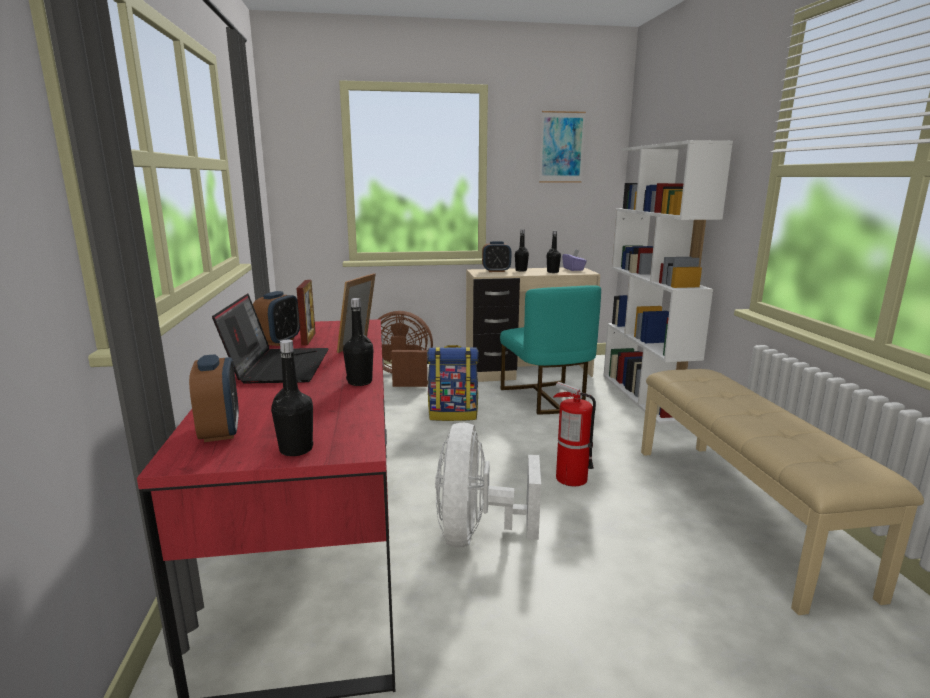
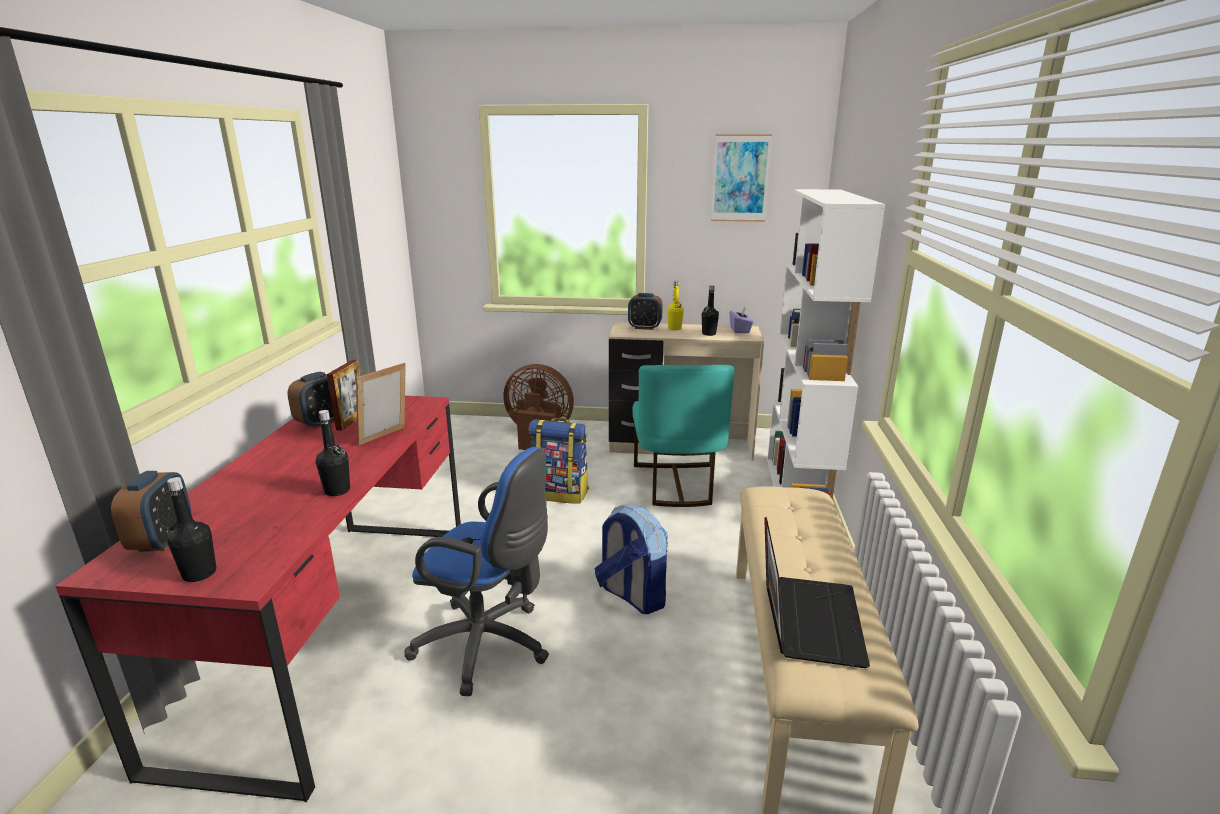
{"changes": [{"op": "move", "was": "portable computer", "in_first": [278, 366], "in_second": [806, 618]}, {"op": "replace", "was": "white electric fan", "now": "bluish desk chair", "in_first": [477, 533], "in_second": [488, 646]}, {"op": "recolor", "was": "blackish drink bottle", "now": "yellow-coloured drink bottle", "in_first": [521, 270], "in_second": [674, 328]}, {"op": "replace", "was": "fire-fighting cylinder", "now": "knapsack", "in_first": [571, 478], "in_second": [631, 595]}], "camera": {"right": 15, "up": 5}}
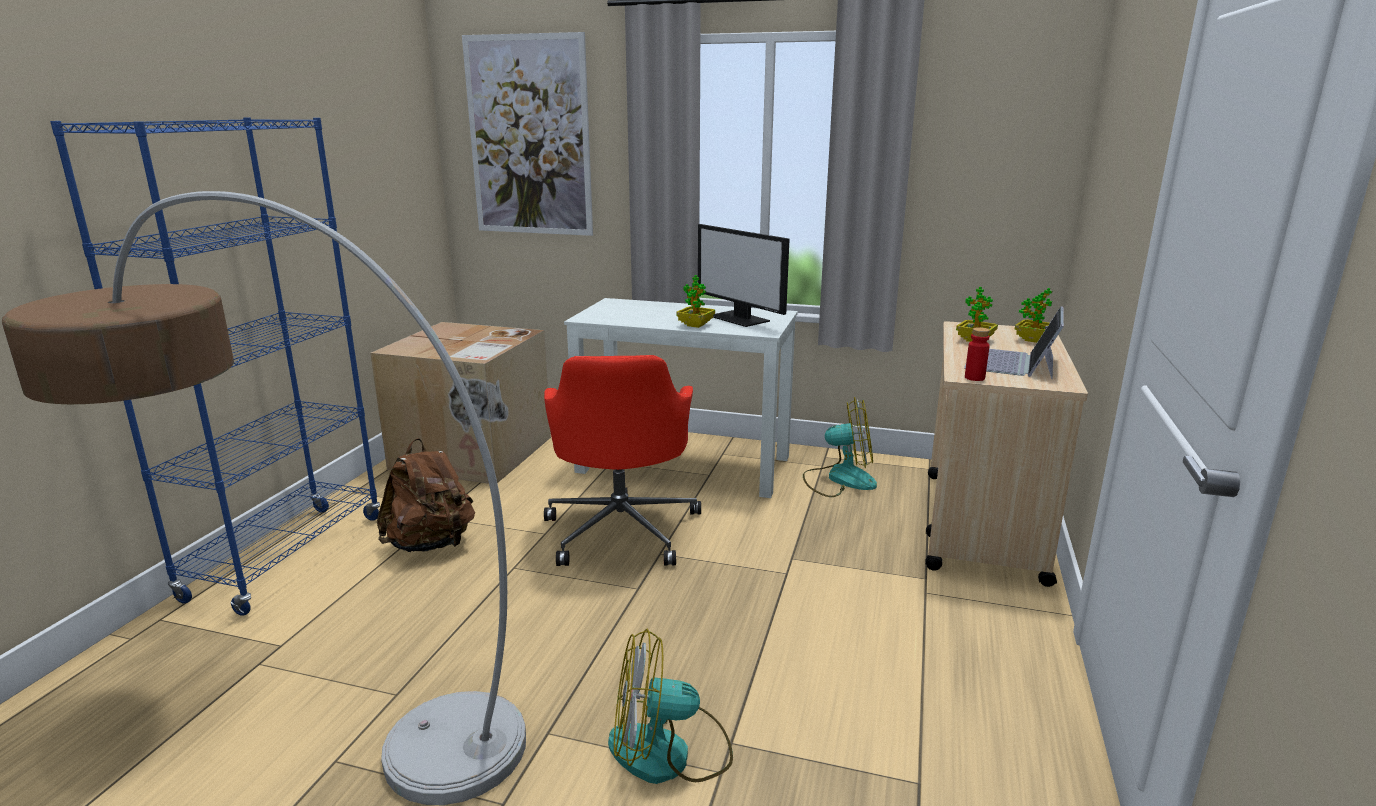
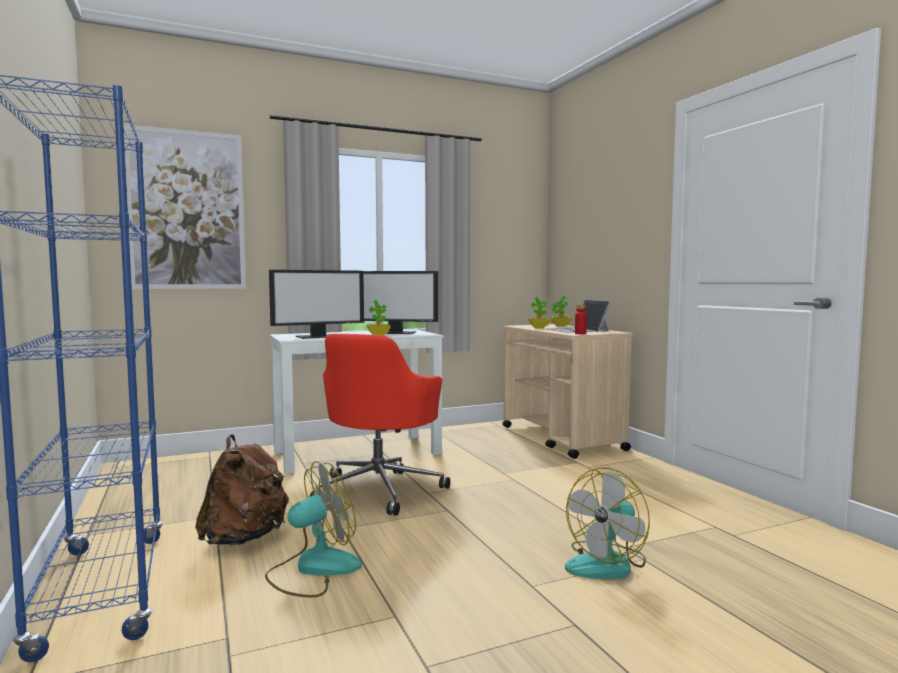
{"changes": [{"op": "delete", "was": "standing lamp", "in_first": [305, 706]}, {"op": "delete", "was": "packing box", "in_first": [473, 453]}, {"op": "rotate", "was": "reddish desk chair", "in_first": [622, 529], "in_second": [380, 489], "clockwise": 60}, {"op": "move", "was": "electric fan", "in_first": [839, 479], "in_second": [313, 569]}, {"op": "insert", "now": "monitor", "in_second": [319, 336]}], "camera": {"right": -40, "up": -15}}
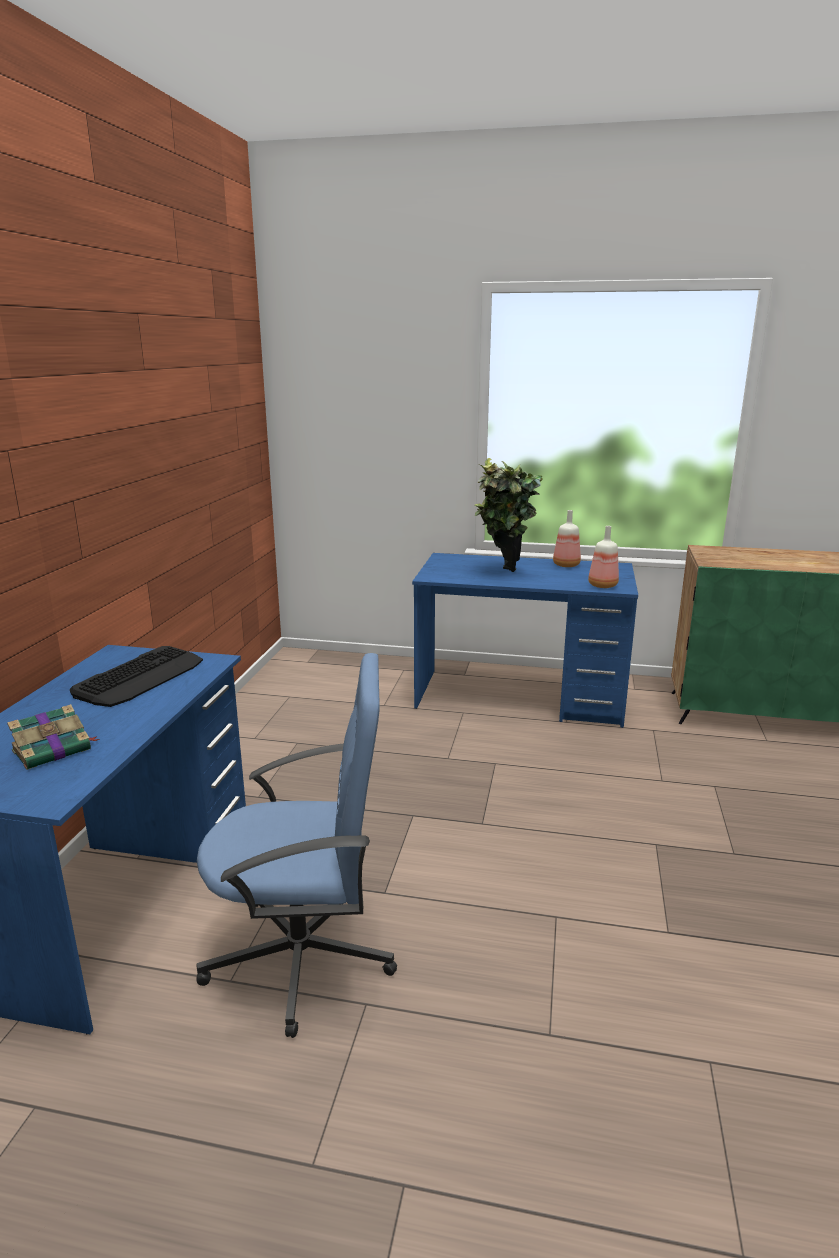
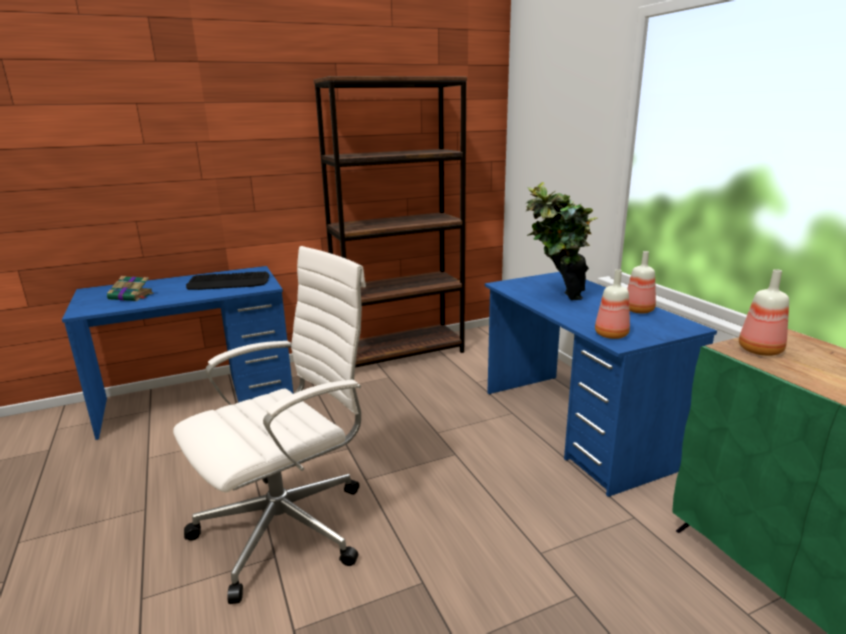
{"changes": [{"op": "delete", "was": "bluish desk chair", "in_first": [304, 956]}, {"op": "insert", "now": "white desk chair", "in_second": [288, 527]}, {"op": "insert", "now": "brownish bookcase", "in_second": [401, 354]}, {"op": "insert", "now": "drink bottle", "in_second": [760, 351]}], "camera": {"right": 55, "up": 0}}
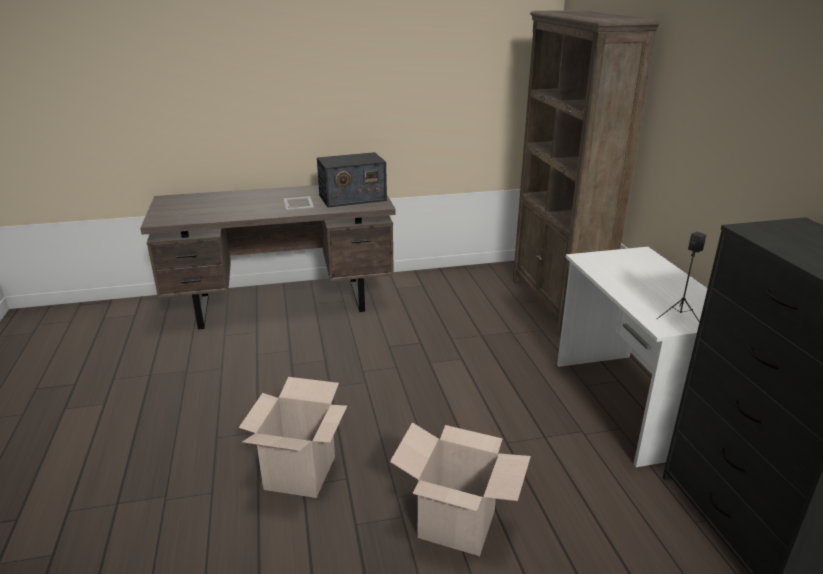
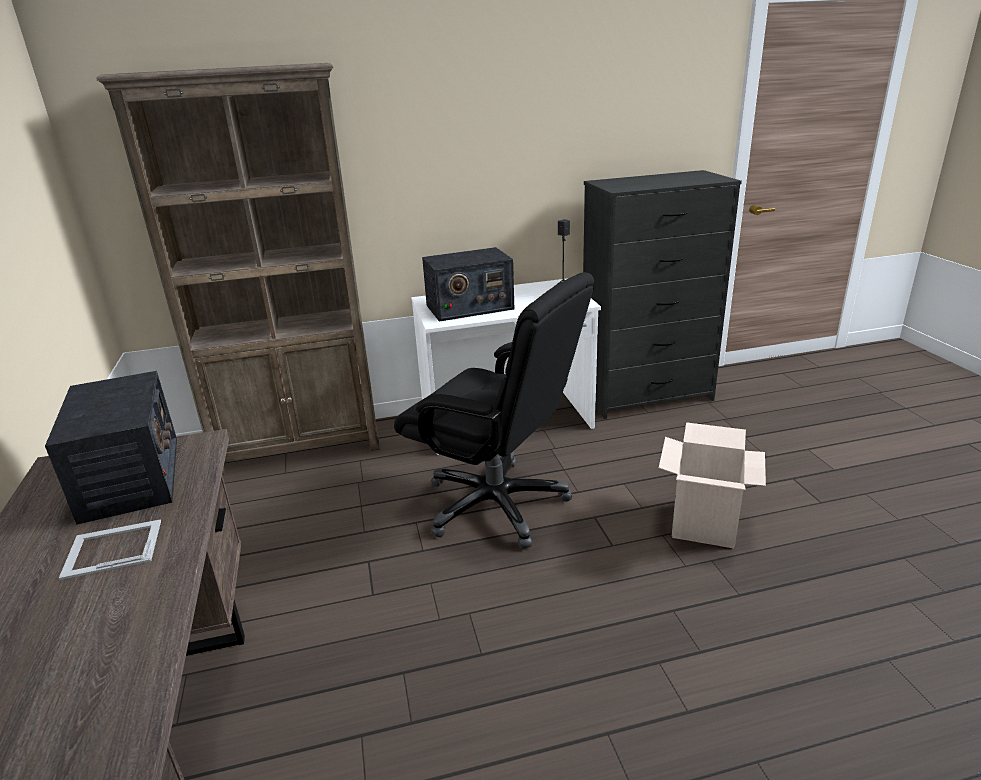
{"changes": [{"op": "delete", "was": "packing box", "in_first": [300, 473]}, {"op": "insert", "now": "blackish desk chair", "in_second": [497, 504]}, {"op": "insert", "now": "radio set", "in_second": [469, 307]}], "camera": {"right": -90, "up": 0}}
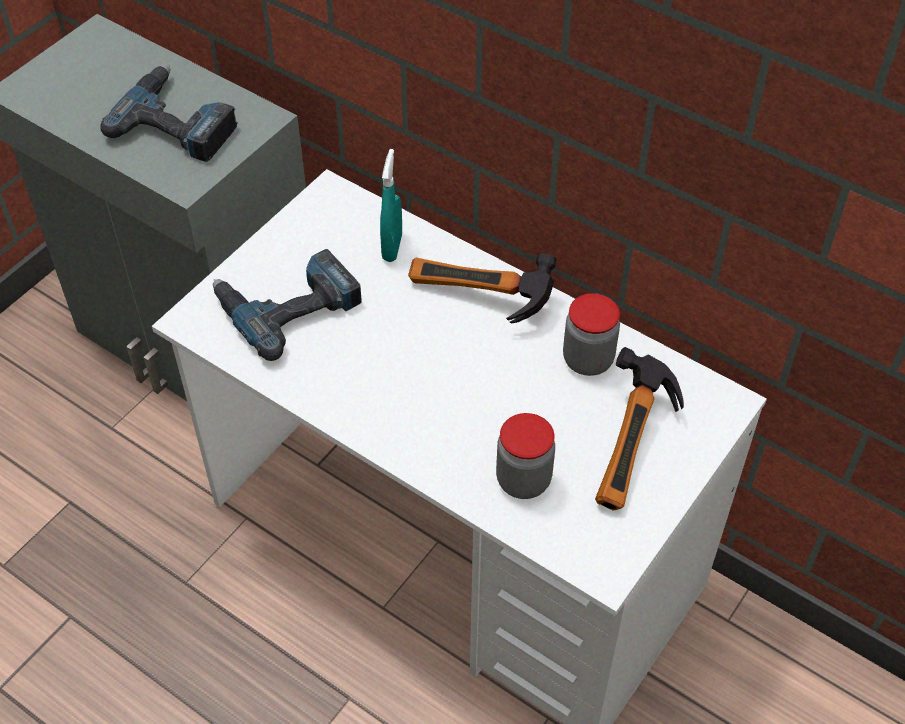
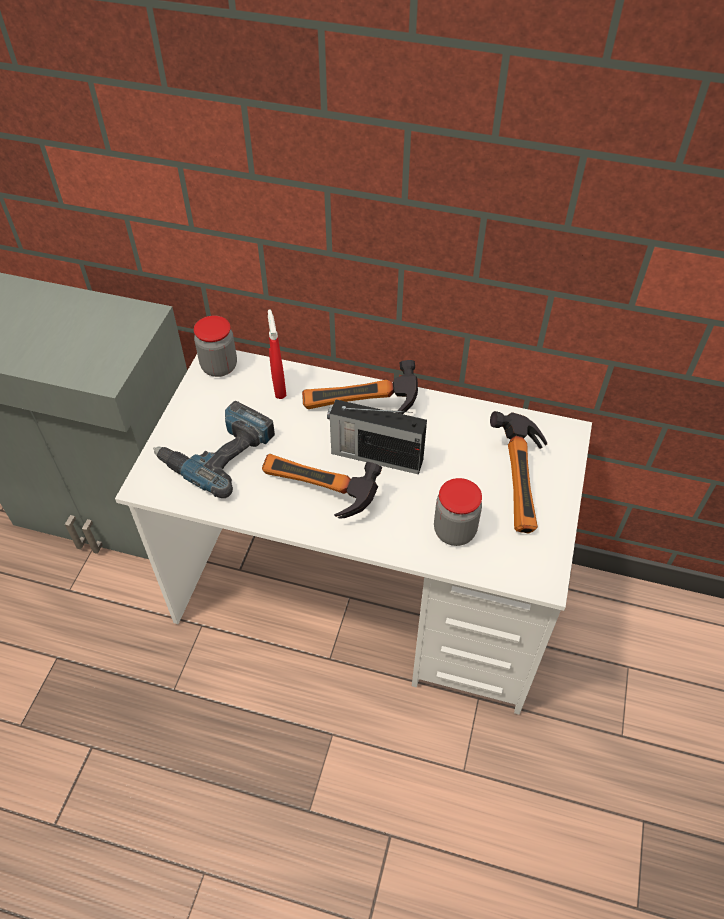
{"changes": [{"op": "delete", "was": "electric drill", "in_first": [178, 122]}, {"op": "recolor", "was": "turquoise sprayer", "now": "reddish sprayer", "in_first": [392, 247], "in_second": [279, 387]}, {"op": "move", "was": "jar", "in_first": [588, 360], "in_second": [219, 367]}, {"op": "insert", "now": "tool hammer", "in_second": [316, 496]}, {"op": "insert", "now": "radio set", "in_second": [375, 456]}], "camera": {"right": -20, "up": 0}}
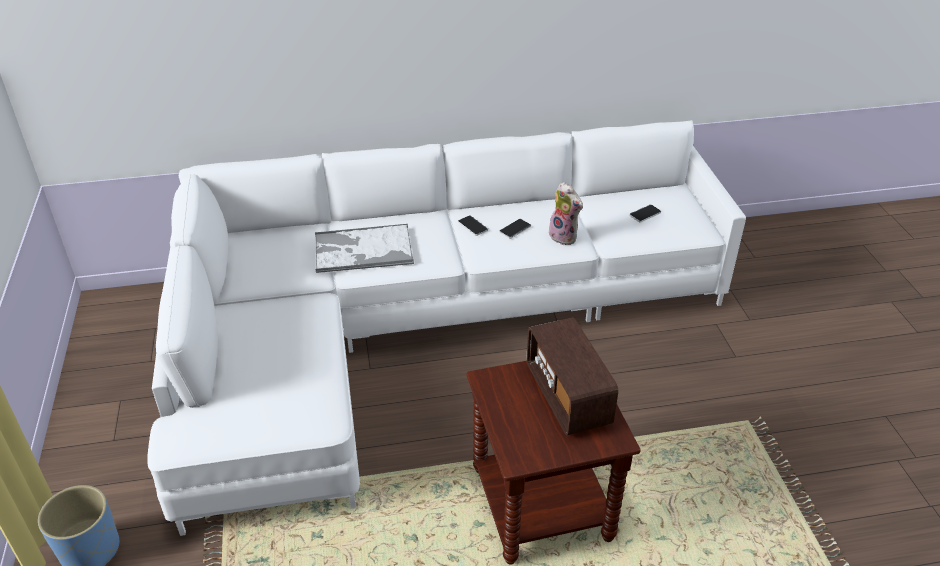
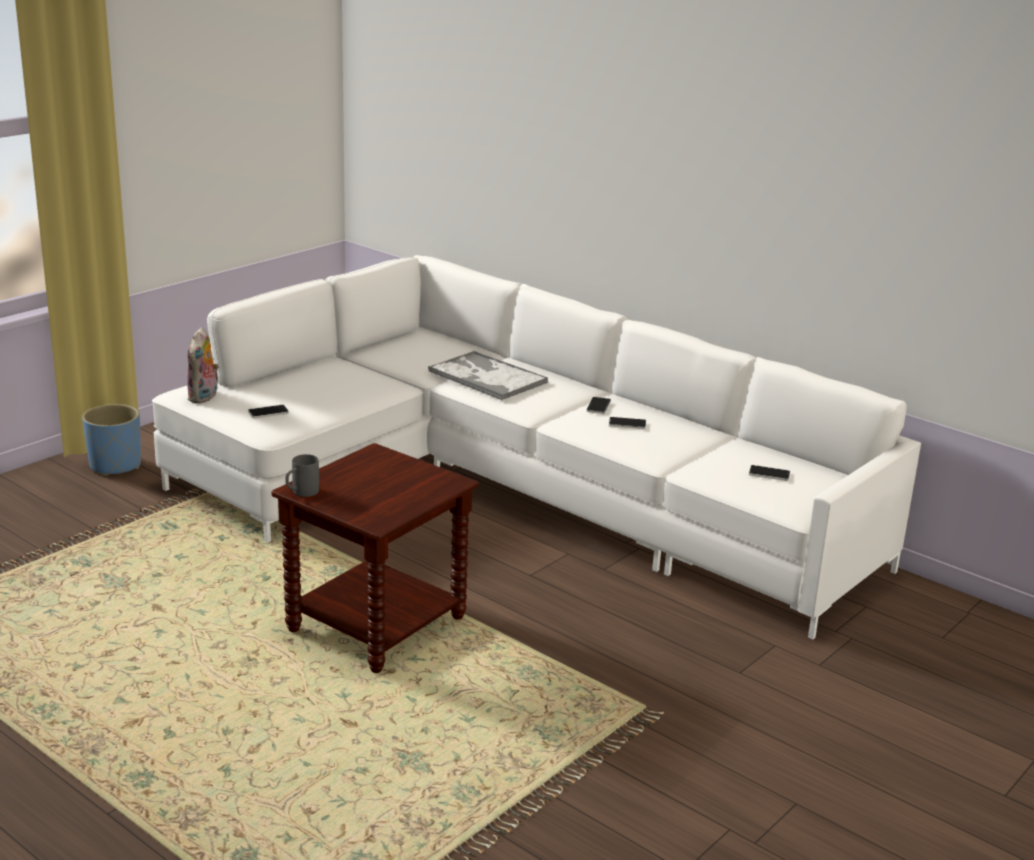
{"changes": [{"op": "delete", "was": "radio set", "in_first": [568, 396]}, {"op": "move", "was": "plush toy", "in_first": [565, 236], "in_second": [204, 397]}, {"op": "insert", "now": "phone", "in_second": [268, 413]}, {"op": "insert", "now": "greyish tea mug", "in_second": [301, 493]}], "camera": {"right": 50, "up": -15}}
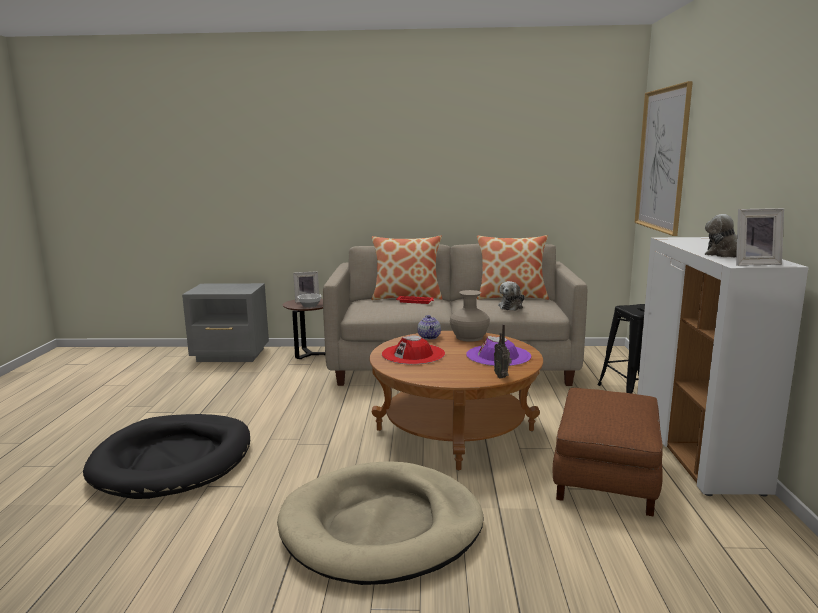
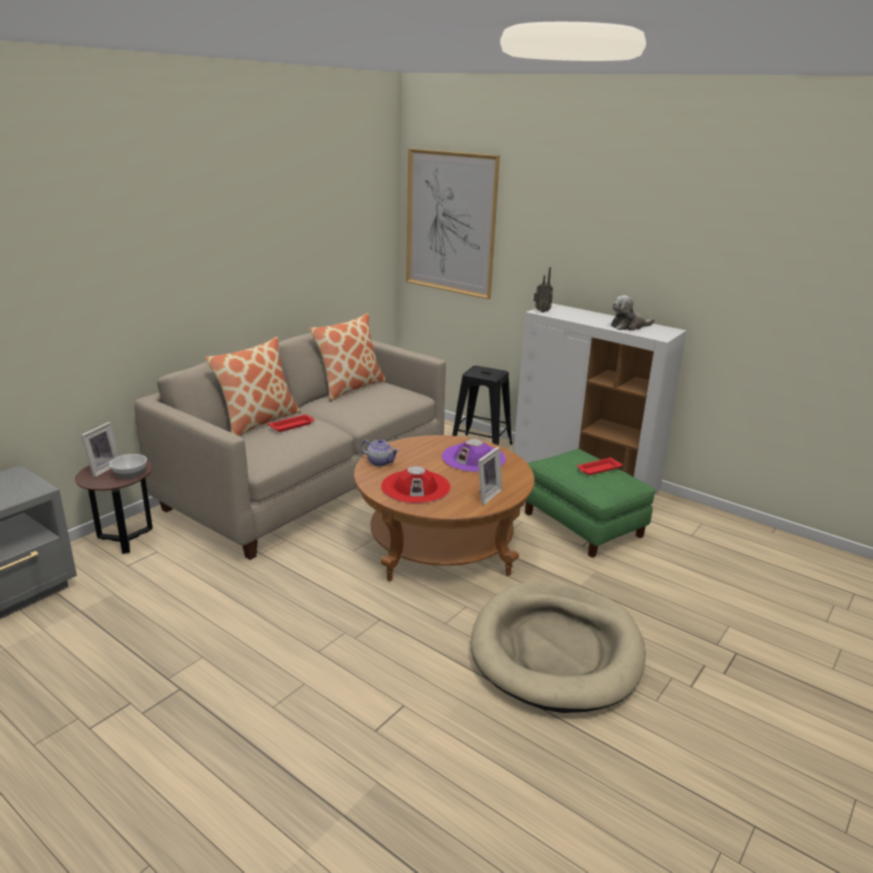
{"changes": [{"op": "delete", "was": "blackish dog cushion", "in_first": [174, 460]}, {"op": "delete", "was": "beige-coloured flower vase", "in_first": [469, 337]}, {"op": "move", "was": "radio set", "in_first": [502, 376], "in_second": [542, 311]}, {"op": "delete", "was": "plush toy", "in_first": [511, 306]}, {"op": "recolor", "was": "brownish pouffe", "now": "green pouffe", "in_first": [604, 476], "in_second": [581, 525]}, {"op": "move", "was": "picture frame", "in_first": [753, 263], "in_second": [485, 495]}, {"op": "insert", "now": "reddish tray", "in_second": [598, 469]}], "camera": {"right": -55, "up": 10}}
